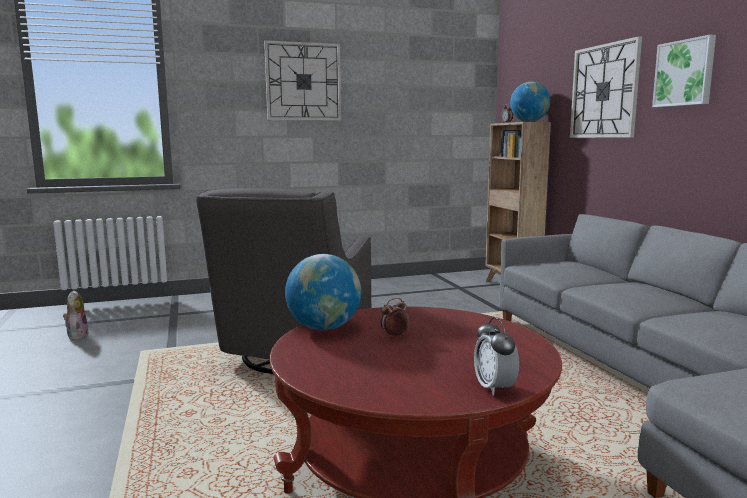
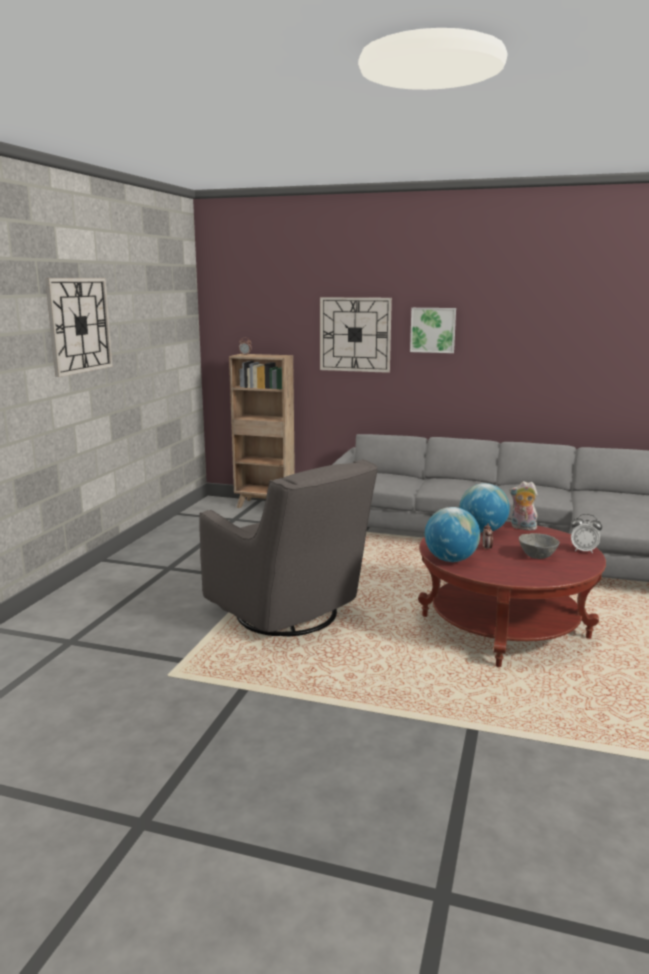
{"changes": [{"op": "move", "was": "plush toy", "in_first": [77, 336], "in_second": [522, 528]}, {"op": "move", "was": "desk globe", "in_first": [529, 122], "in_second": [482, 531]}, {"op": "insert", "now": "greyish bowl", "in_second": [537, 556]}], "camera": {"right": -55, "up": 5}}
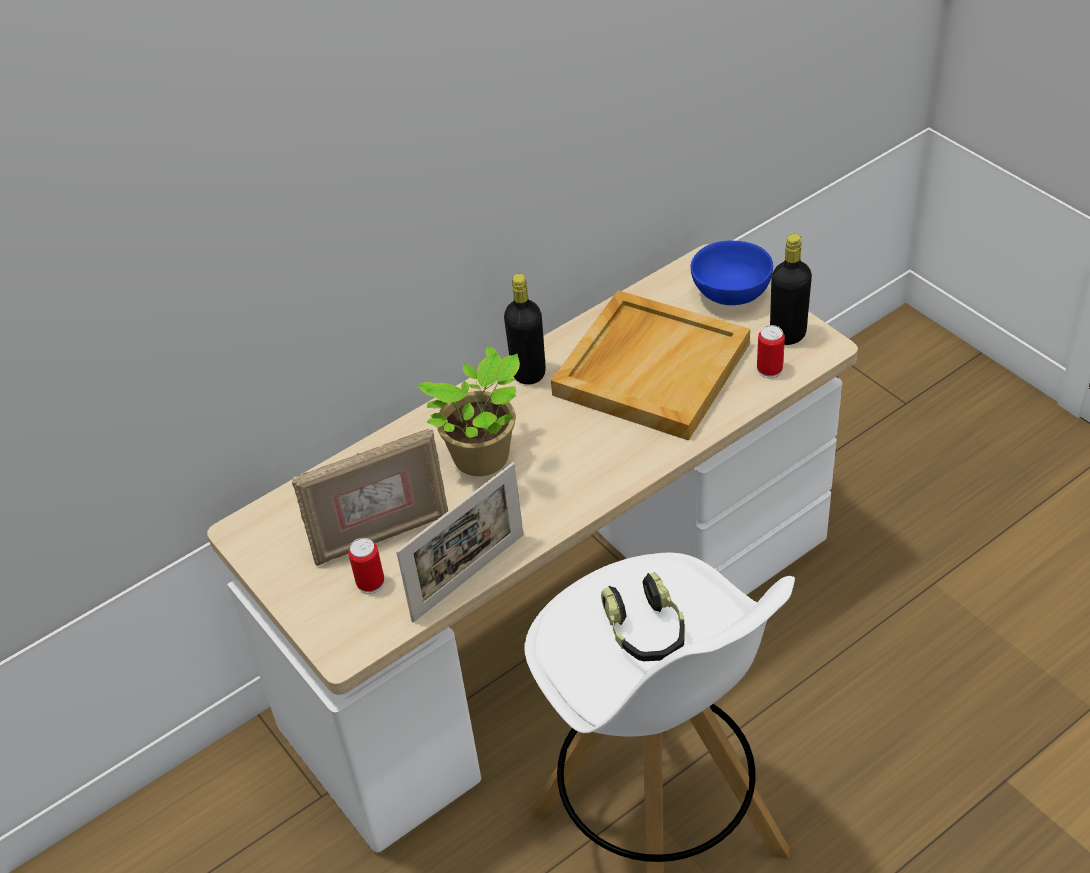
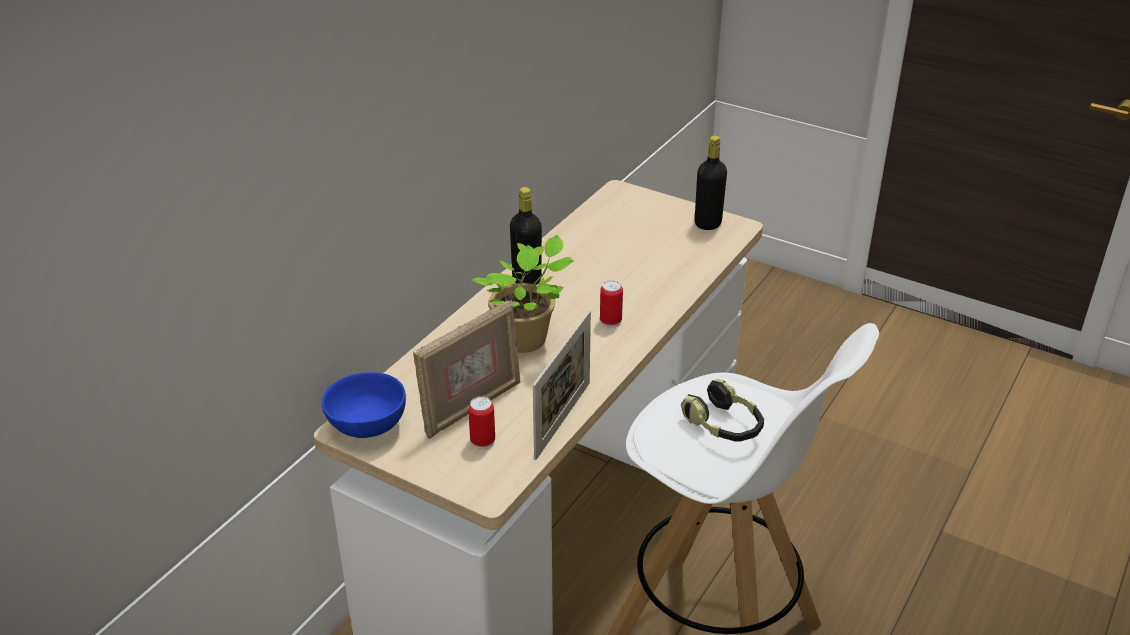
{"changes": [{"op": "delete", "was": "beige-coloured tray", "in_first": [651, 368]}, {"op": "move", "was": "bluish bowl", "in_first": [729, 294], "in_second": [365, 427]}, {"op": "move", "was": "can", "in_first": [769, 370], "in_second": [610, 321]}], "camera": {"right": -25, "up": -10}}
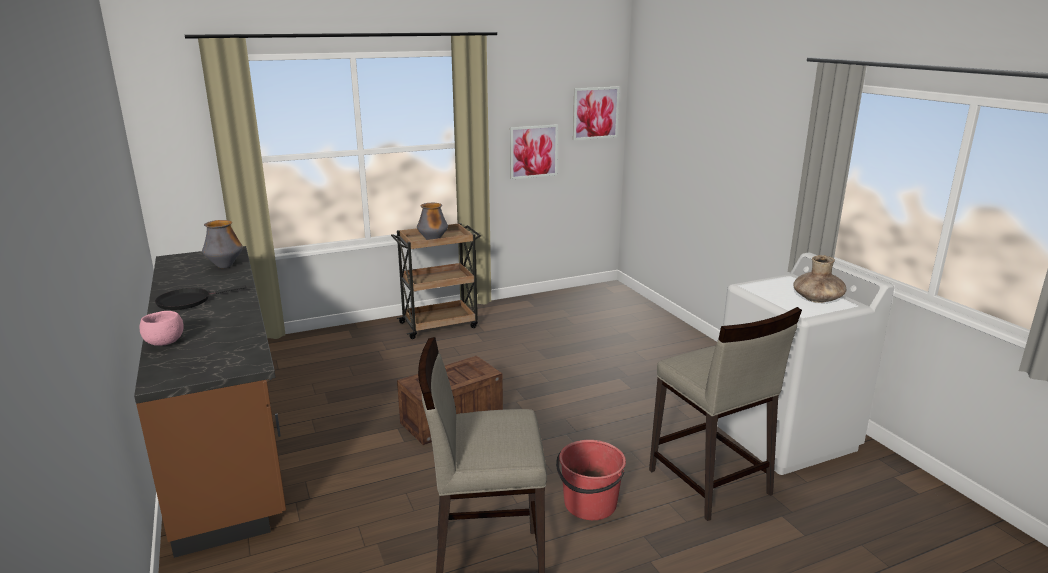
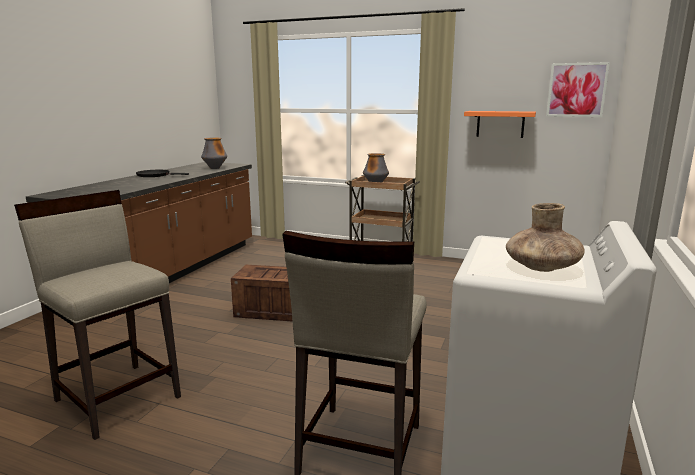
{"changes": [{"op": "delete", "was": "pink-coloured bowl", "in_first": [165, 343]}, {"op": "replace", "was": "picture", "now": "orangey wall shelf", "in_first": [533, 151], "in_second": [500, 124]}, {"op": "delete", "was": "reddish pail", "in_first": [590, 504]}], "camera": {"right": 45, "up": -5}}
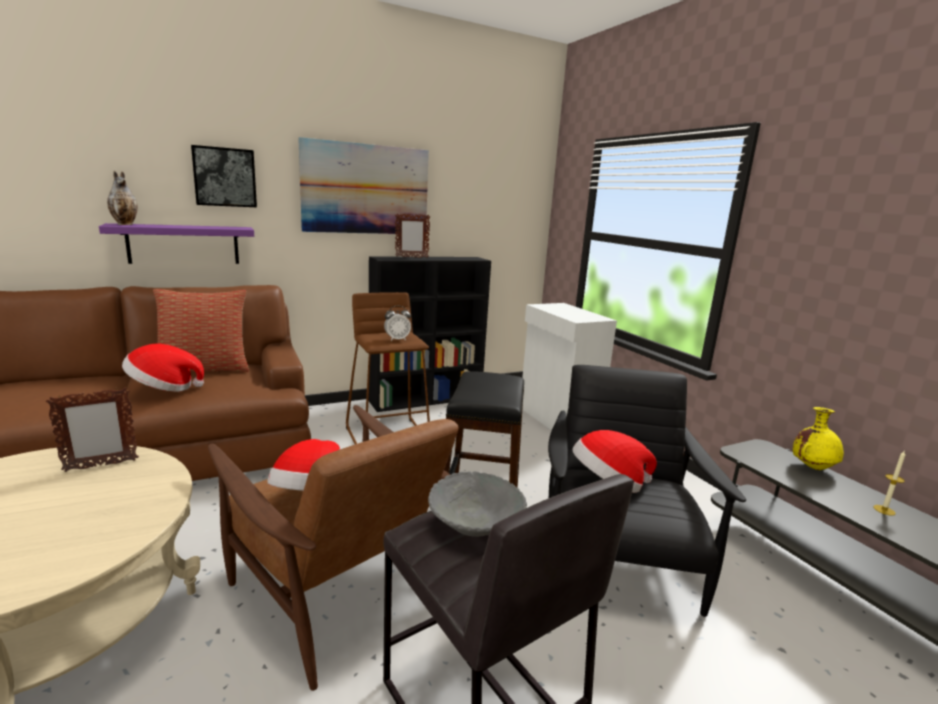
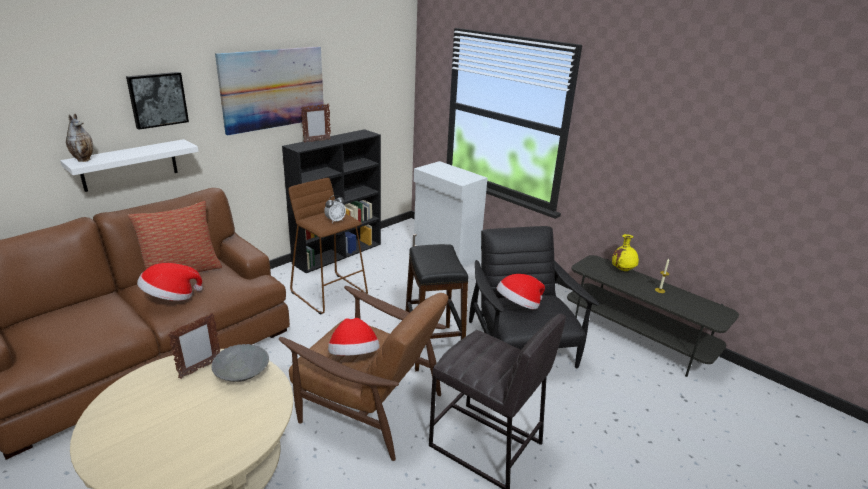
{"changes": [{"op": "recolor", "was": "purplish wall shelf", "now": "white wall shelf", "in_first": [184, 244], "in_second": [129, 165]}, {"op": "move", "was": "greyish bowl", "in_first": [475, 523], "in_second": [242, 374]}], "camera": {"right": -20, "up": 10}}
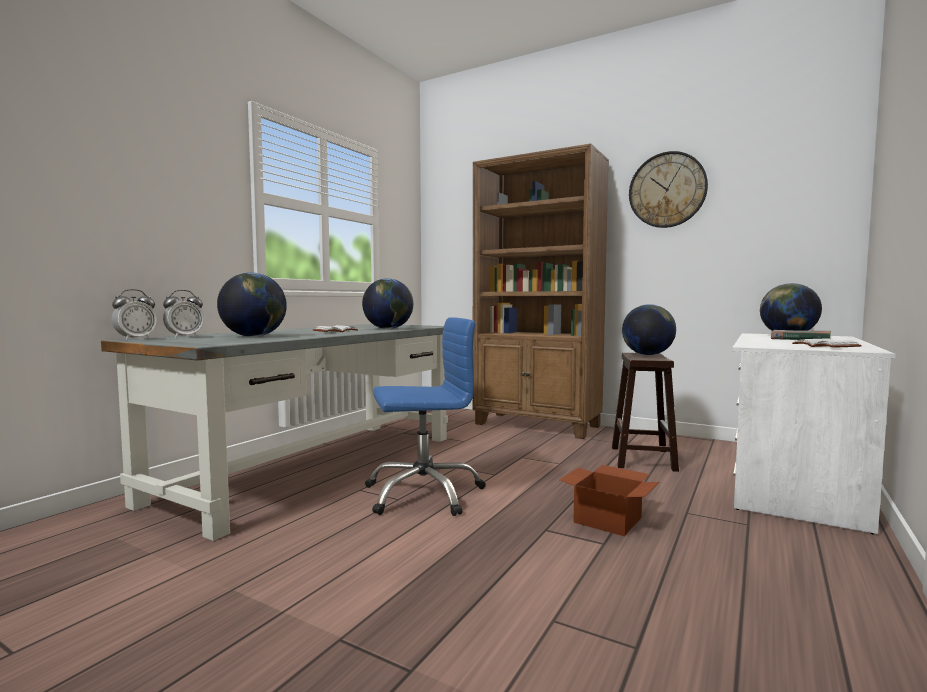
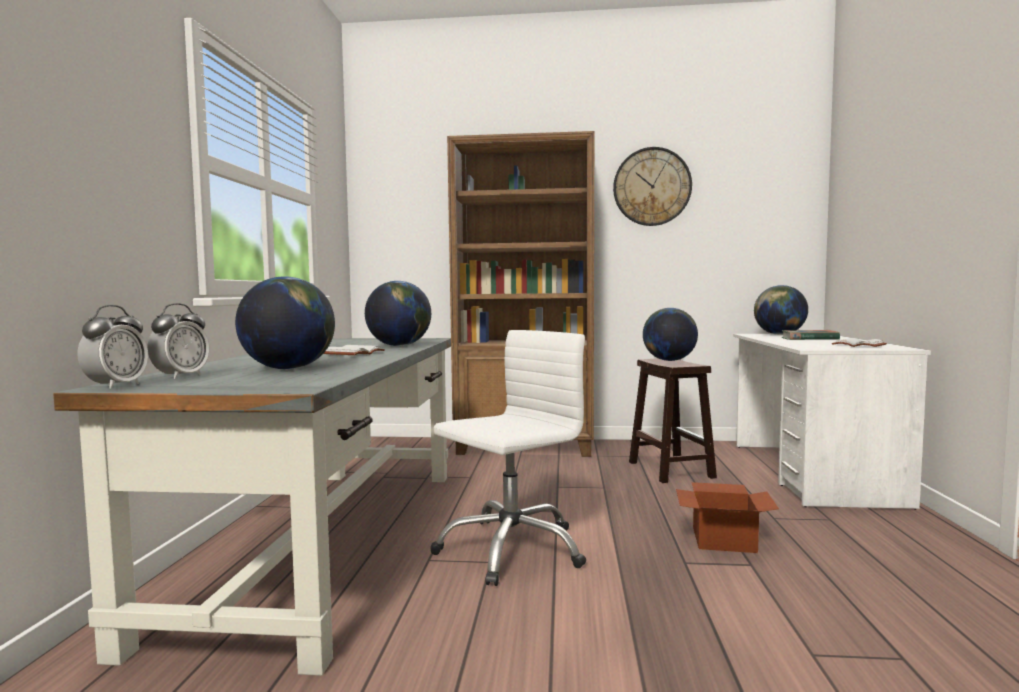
{"changes": [{"op": "recolor", "was": "bluish desk chair", "now": "white desk chair", "in_first": [423, 493], "in_second": [510, 549]}], "camera": {"right": -25, "up": 0}}
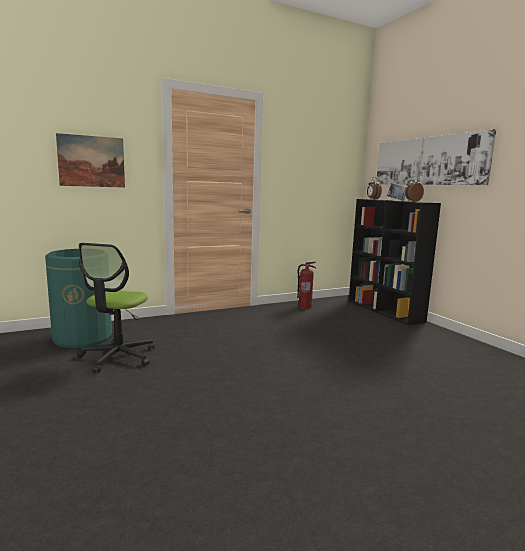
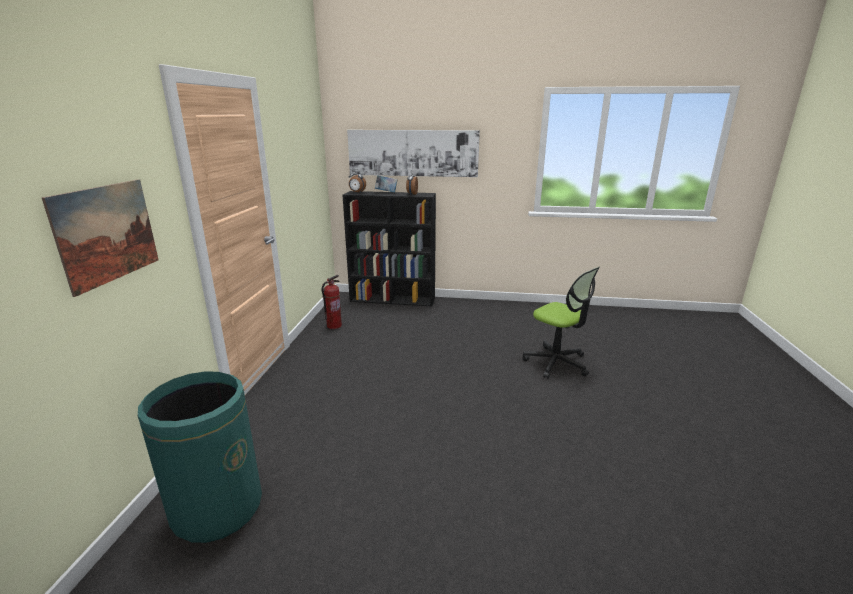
{"changes": [{"op": "move", "was": "desk chair", "in_first": [118, 357], "in_second": [556, 363]}], "camera": {"right": -55, "up": 10}}
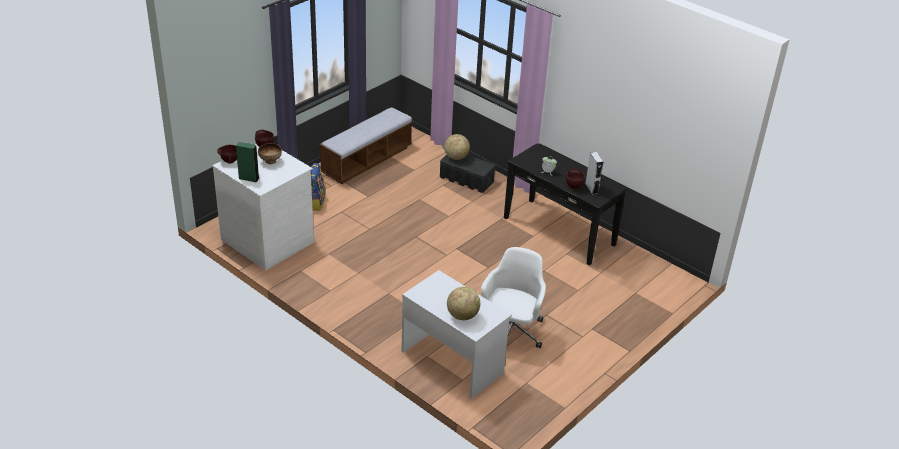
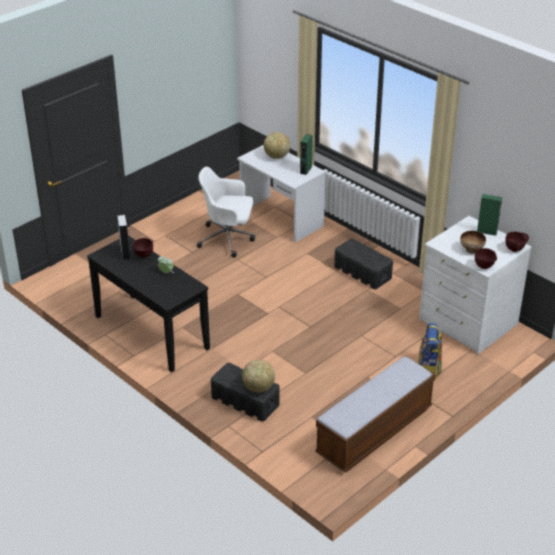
{"changes": [{"op": "rotate", "was": "white desk chair", "in_first": [510, 332], "in_second": [228, 239], "clockwise": 75}, {"op": "insert", "now": "green loudspeaker", "in_second": [305, 170]}, {"op": "insert", "now": "blackish storage box", "in_second": [363, 273]}], "camera": {"right": -175, "up": 0}}
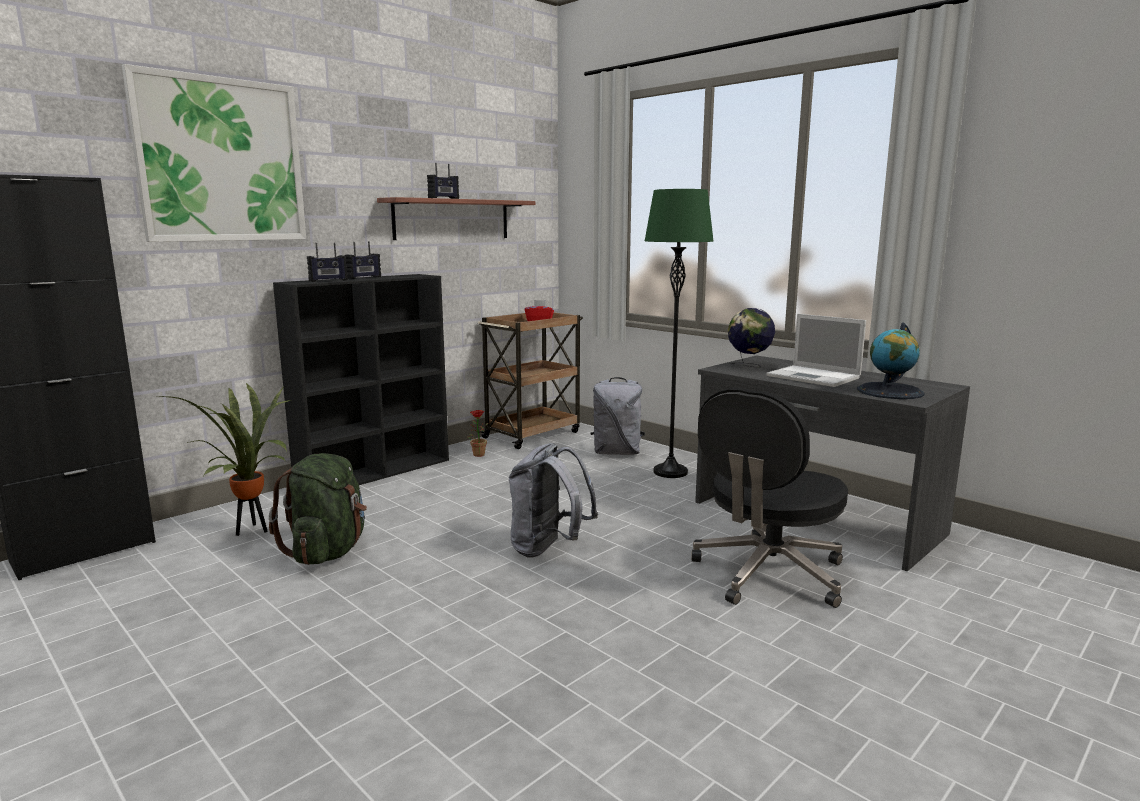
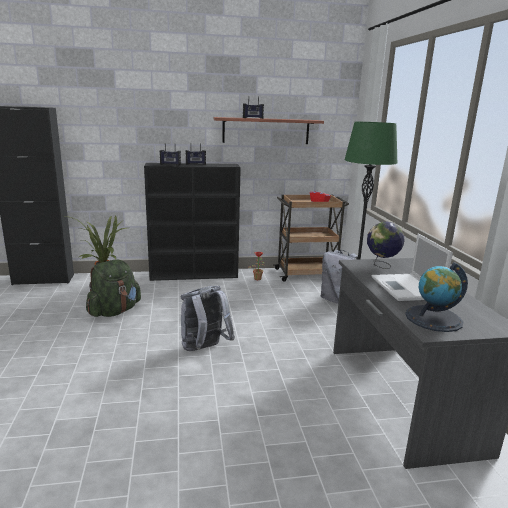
{"changes": [{"op": "delete", "was": "picture", "in_first": [221, 160]}, {"op": "delete", "was": "blackish desk chair", "in_first": [768, 574]}], "camera": {"right": 35, "up": 5}}
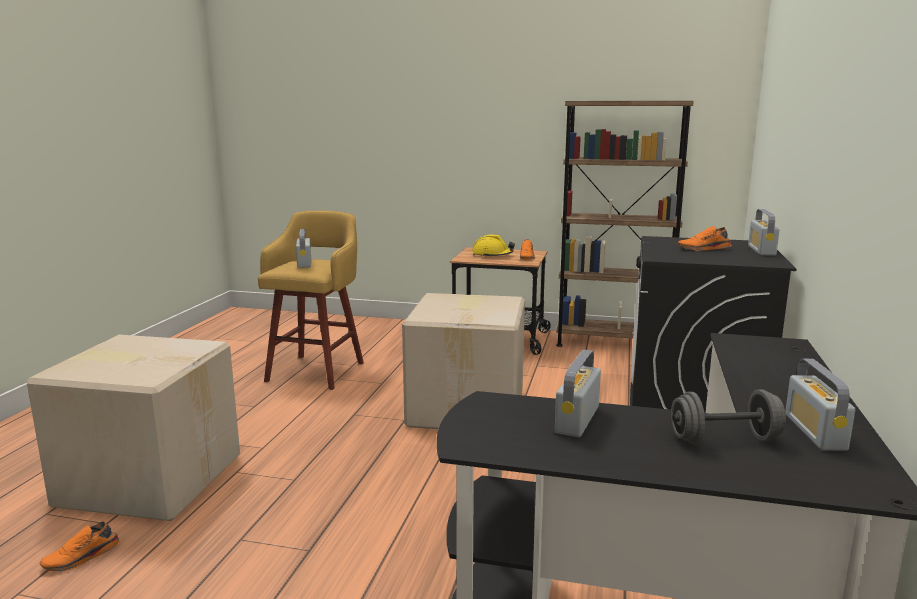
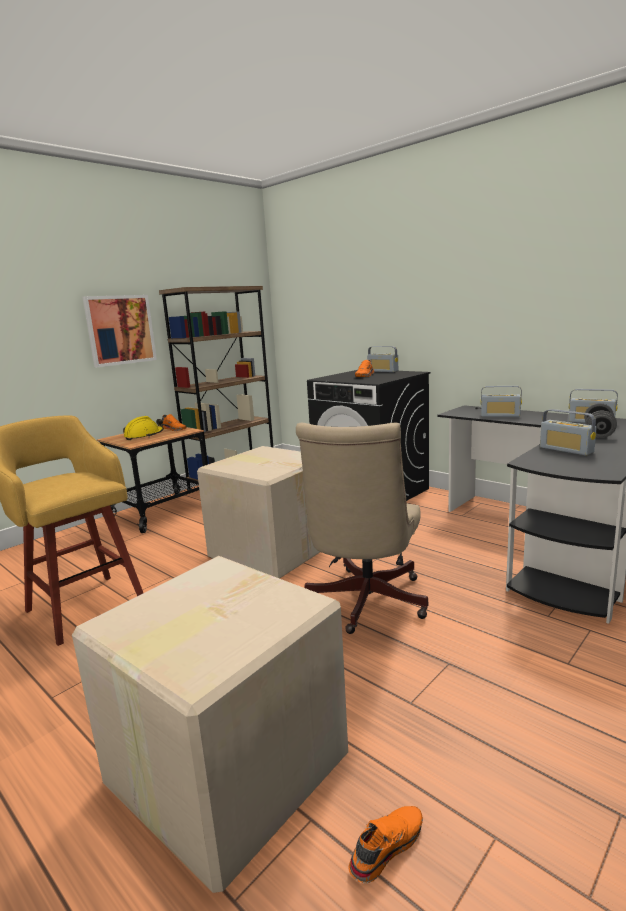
{"changes": [{"op": "rotate", "was": "orangey shoe", "in_first": [82, 558], "in_second": [385, 846], "clockwise": -120}, {"op": "move", "was": "radio set", "in_first": [304, 263], "in_second": [500, 415]}, {"op": "insert", "now": "picture", "in_second": [120, 330]}, {"op": "insert", "now": "beige-coloured desk chair", "in_second": [364, 603]}], "camera": {"right": -60, "up": 0}}
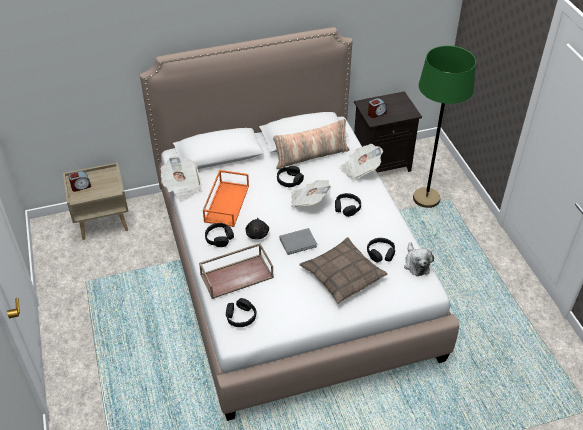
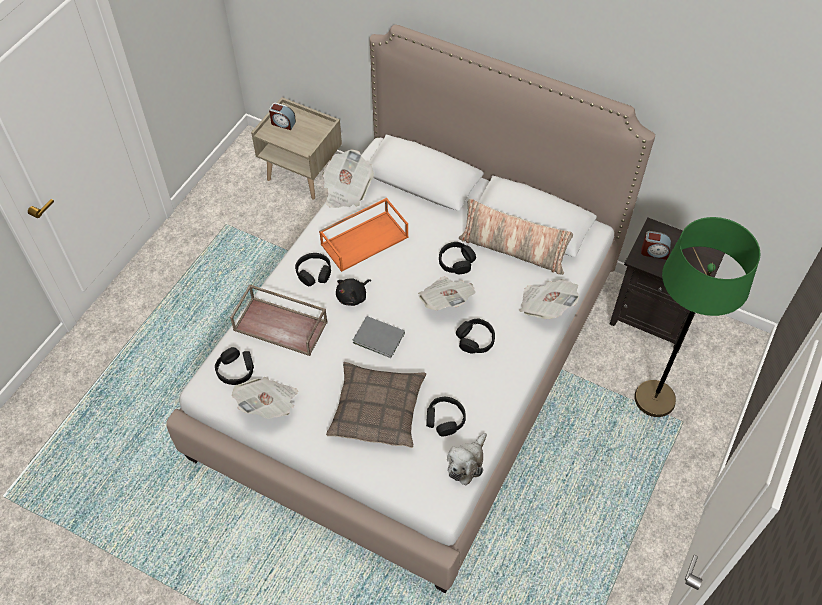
{"changes": [{"op": "insert", "now": "daily paper", "in_second": [269, 405]}], "camera": {"right": 45, "up": 10}}
